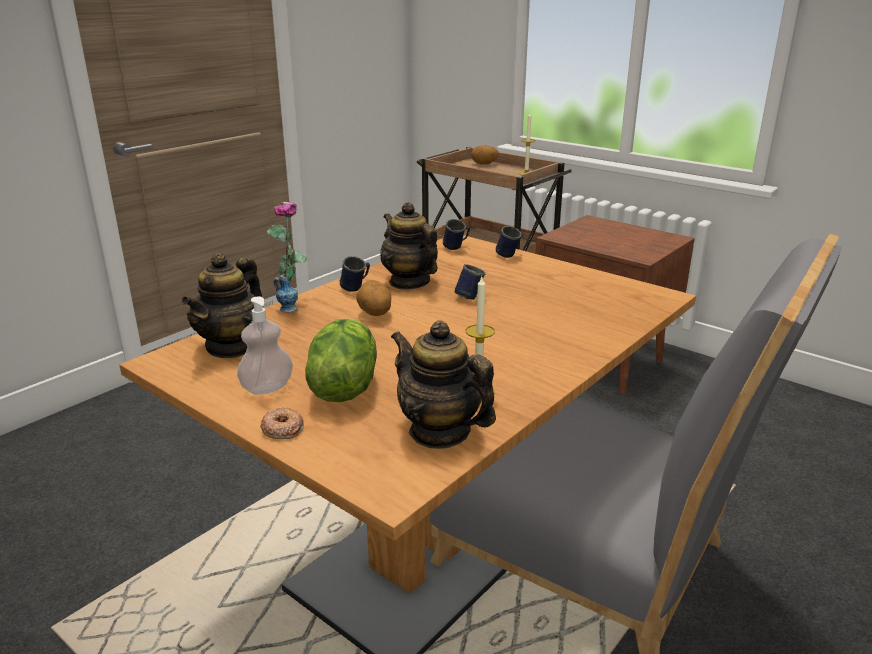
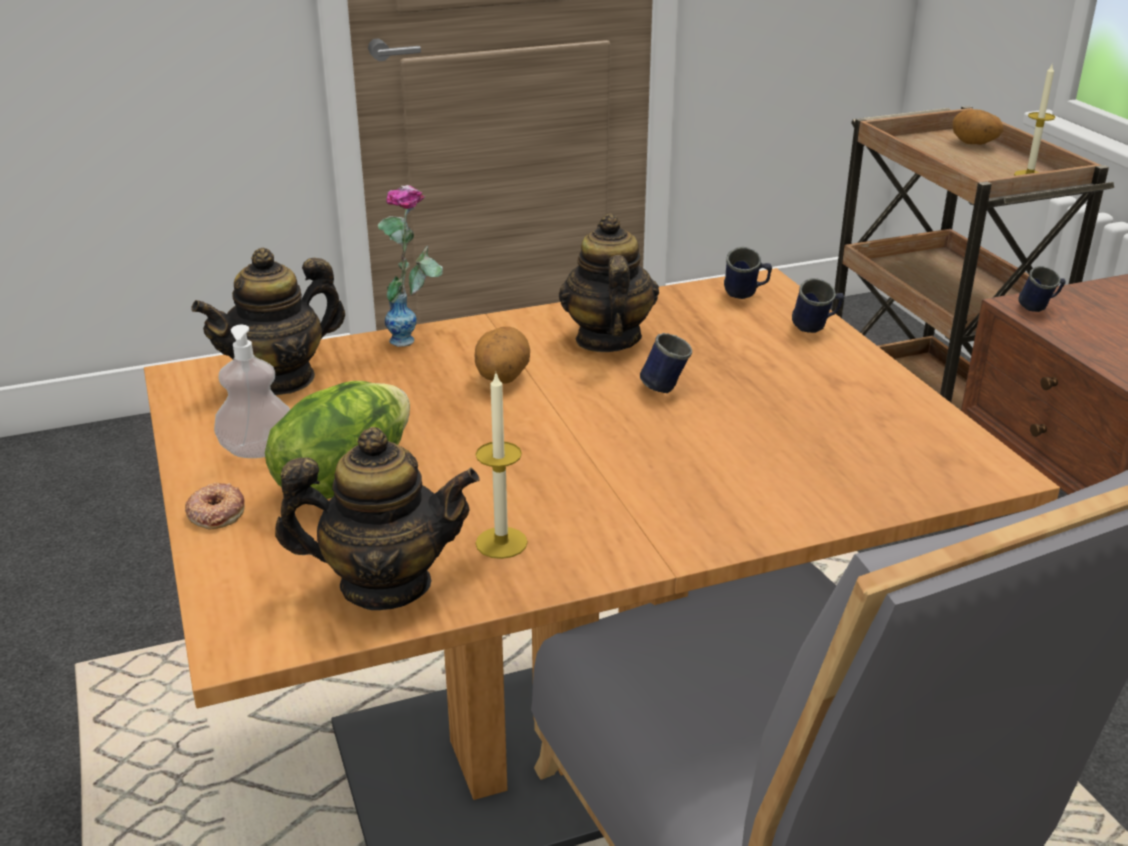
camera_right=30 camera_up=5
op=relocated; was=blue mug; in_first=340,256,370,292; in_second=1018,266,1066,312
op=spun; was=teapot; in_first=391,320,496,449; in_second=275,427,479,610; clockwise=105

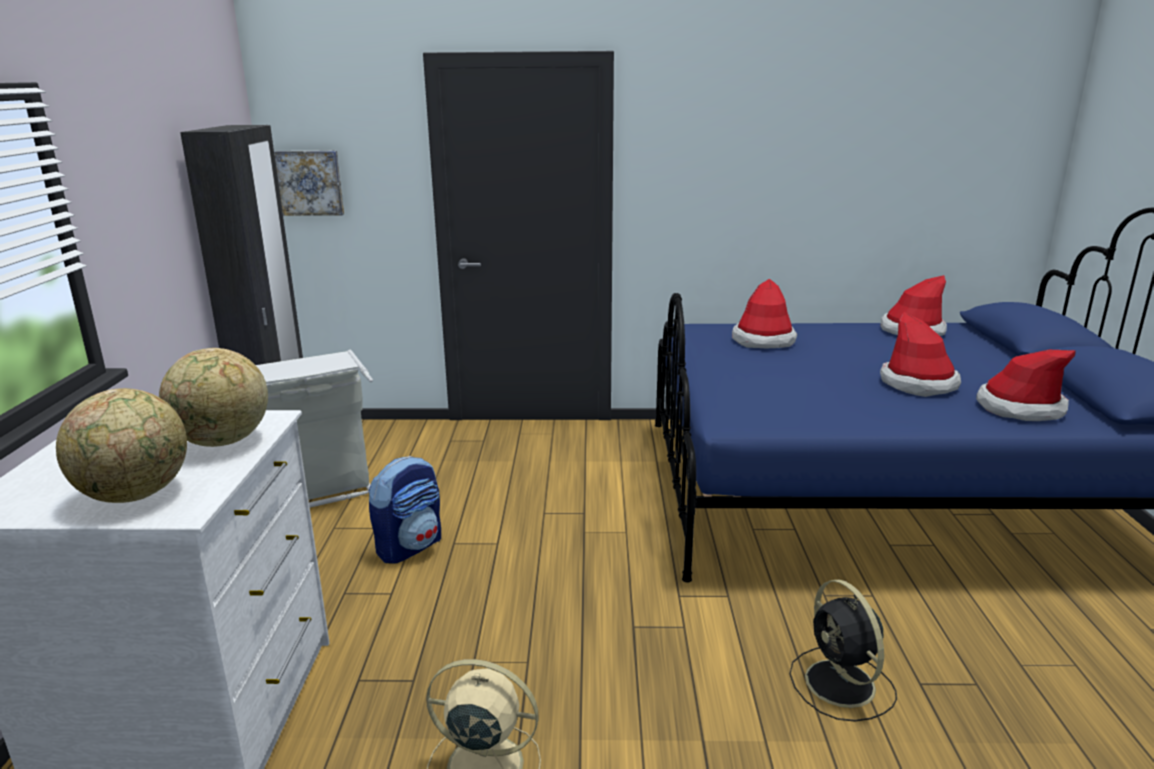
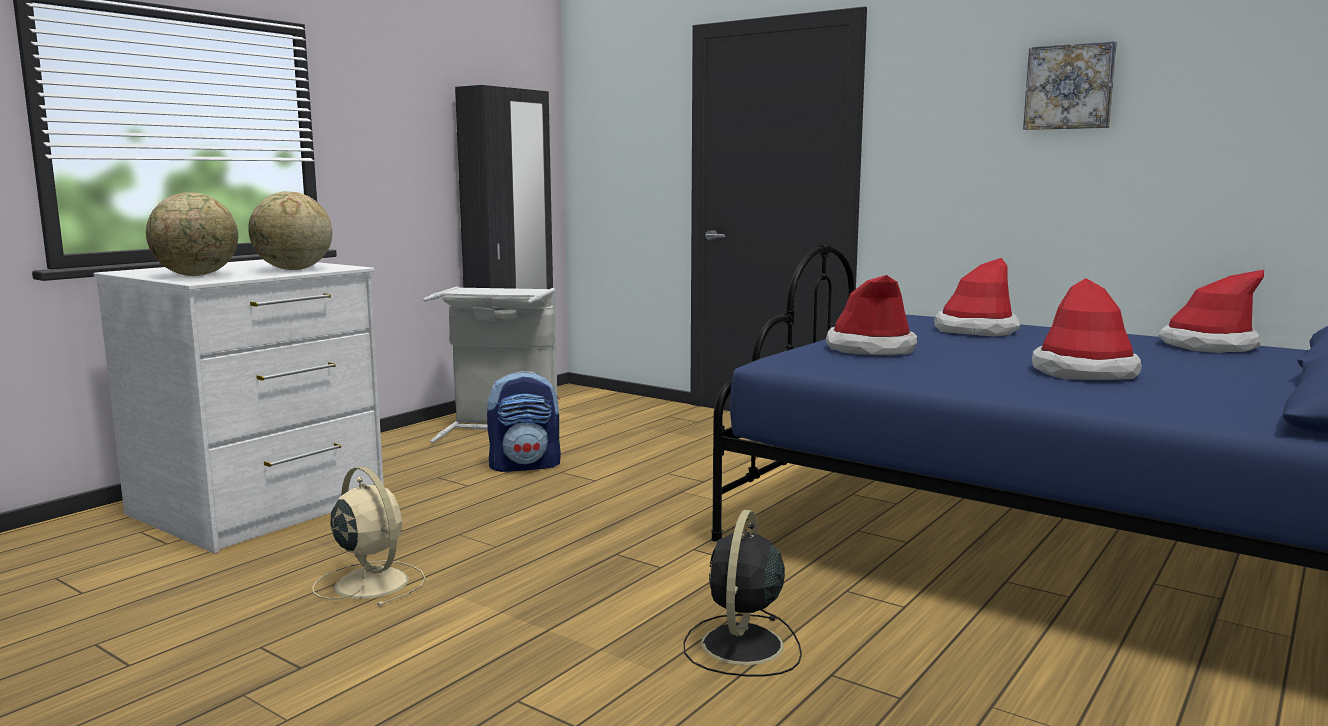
camera_right=35 camera_up=-10
op=relocated; was=picture; in_first=274,151,344,216; in_second=1023,41,1117,130
op=relocated; was=hat; in_first=976,350,1076,421; in_second=826,275,917,355

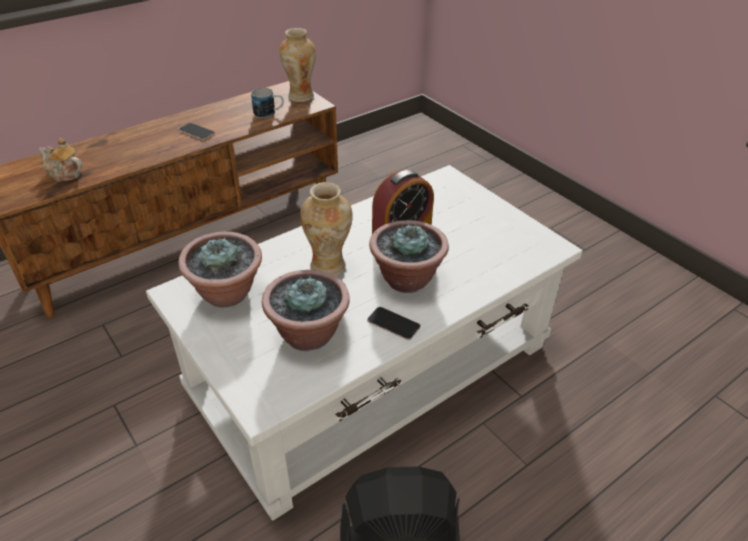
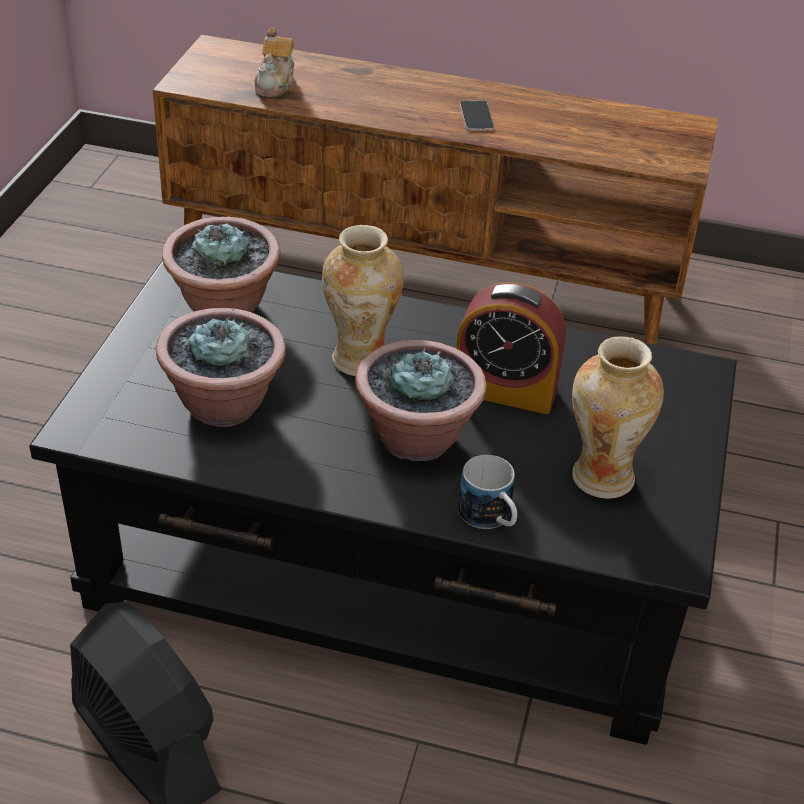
camera_right=50 camera_up=0
op=relocated; was=vase; in_first=279,28,316,102; in_second=572,336,664,499
op=relocated; was=mug; in_first=251,88,284,118; in_second=458,455,517,529
op=spun; was=teapot; in_first=39,138,82,182; in_second=254,27,296,97; clockwise=-150
op=colour; was=white coffee table; now=black coffee table; in_first=146,165,583,521; in_second=29,260,737,745
op=missing; was=phone; in_first=367,307,421,340

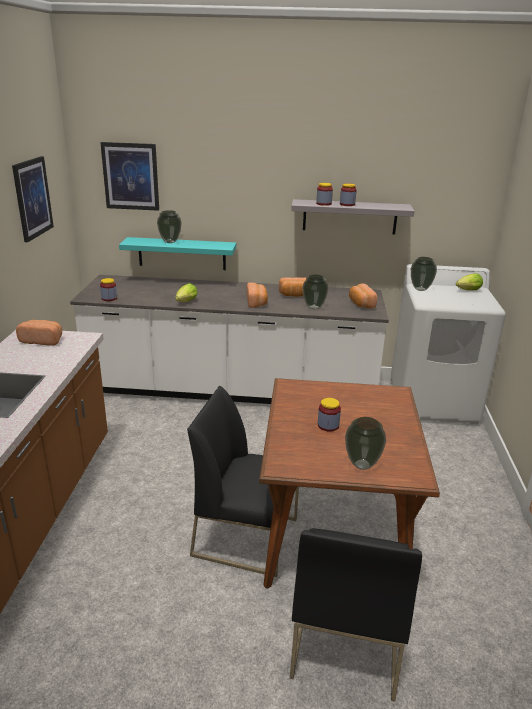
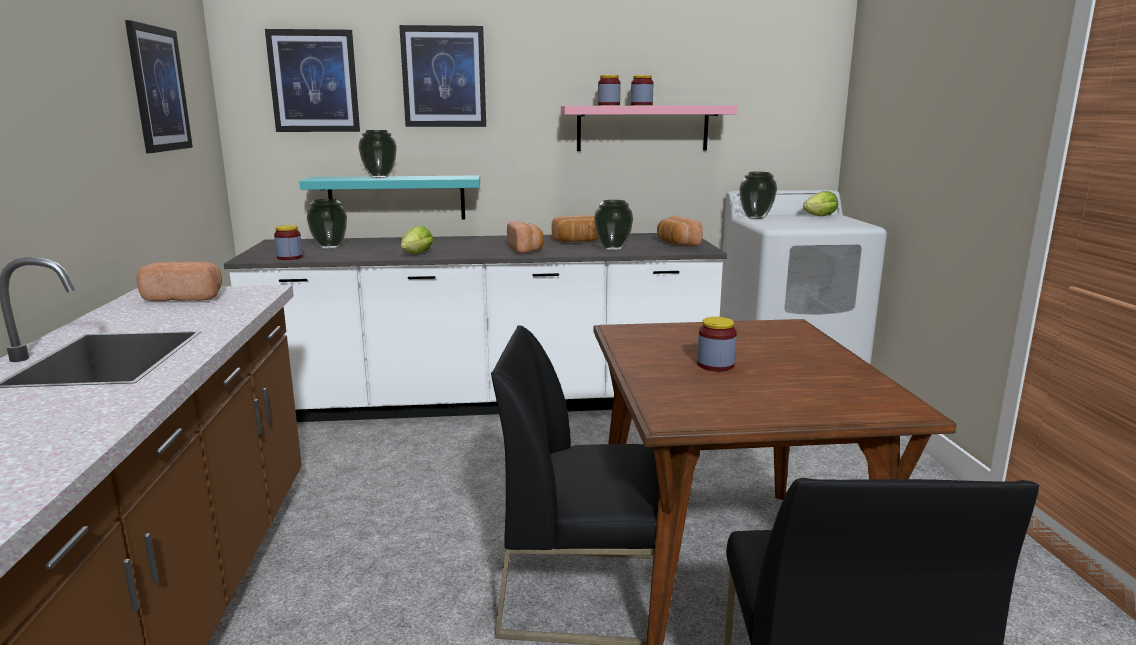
camera_right=-10 camera_up=-10
op=colour; was=grey shelf; now=pink shelf; in_first=291,199,414,235; in_second=561,106,738,151
op=relocated; was=vase; in_first=345,417,386,470; in_second=307,199,347,249
op=appeared; now=picture; in_second=399,25,486,127

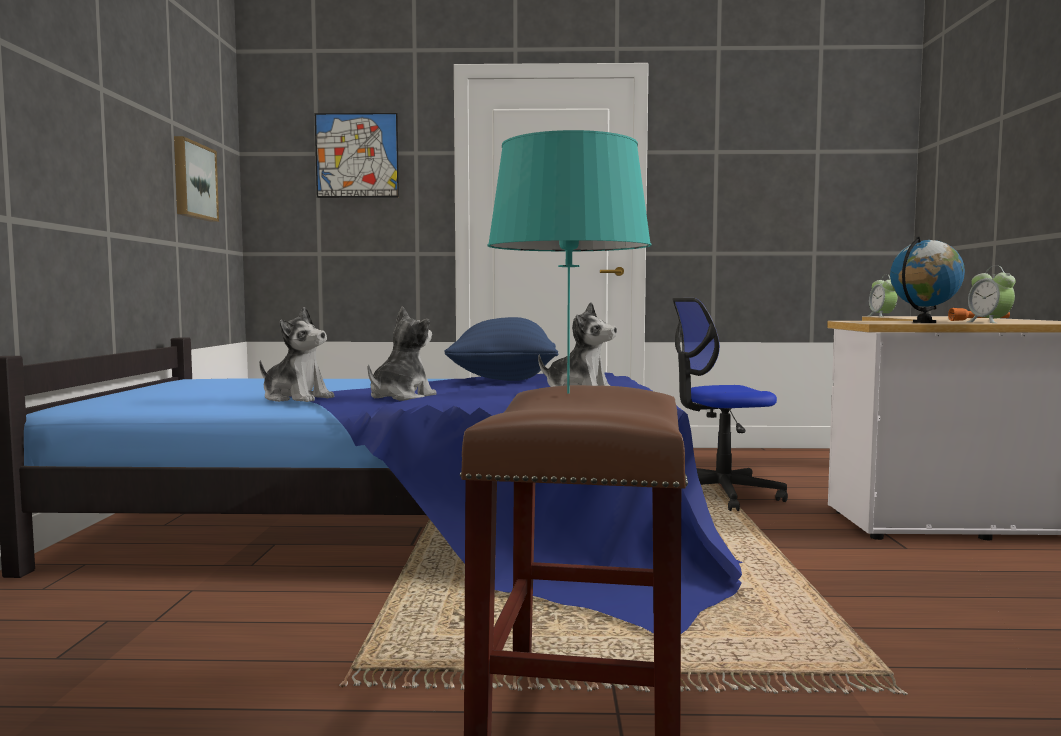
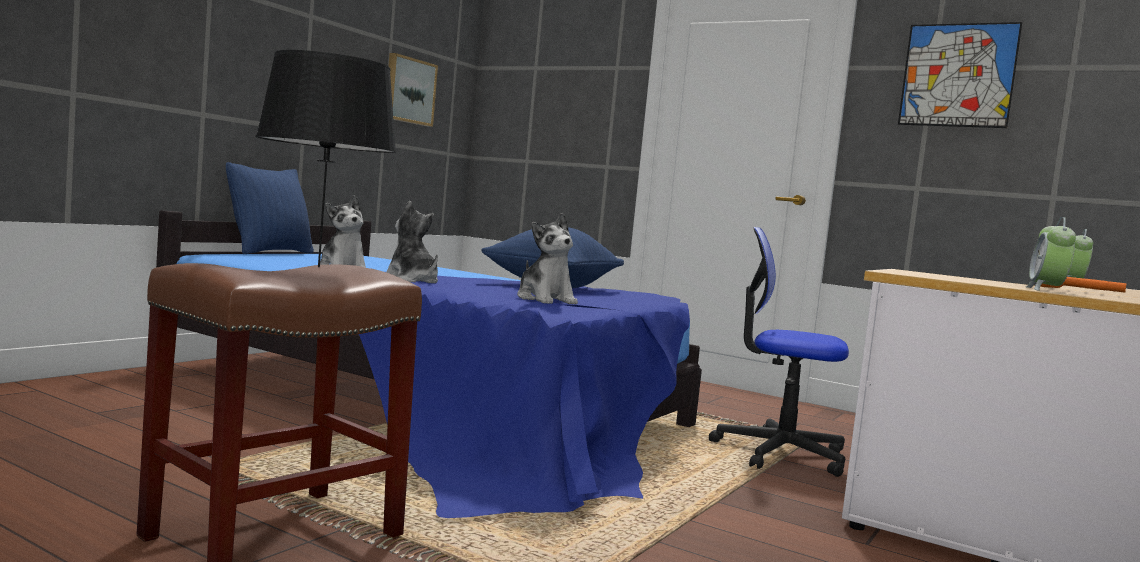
camera_right=30 camera_up=0
op=relocated; was=picture; in_first=315,113,399,198; in_second=898,22,1022,128
op=colour; was=turquoise table lamp; now=black table lamp; in_first=488,130,651,393; in_second=255,50,396,267
op=missing; was=globe; in_first=890,236,965,323
op=spun; was=plush toy; in_first=368,306,437,401; in_second=386,201,438,283; clockwise=-105
op=appeared; now=blue pillow; in_second=226,162,314,254

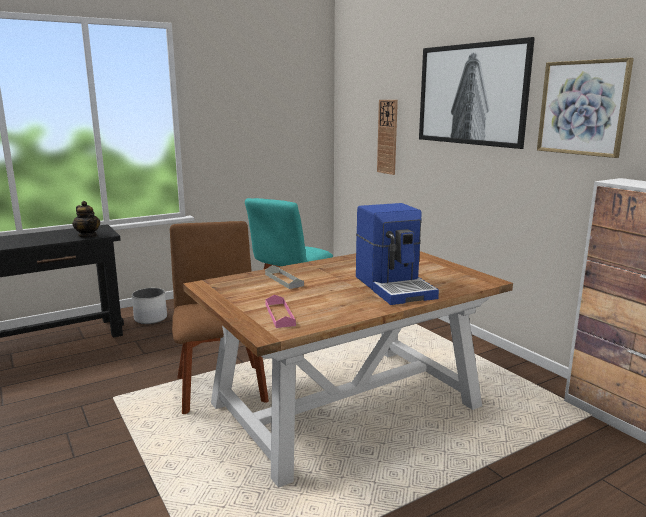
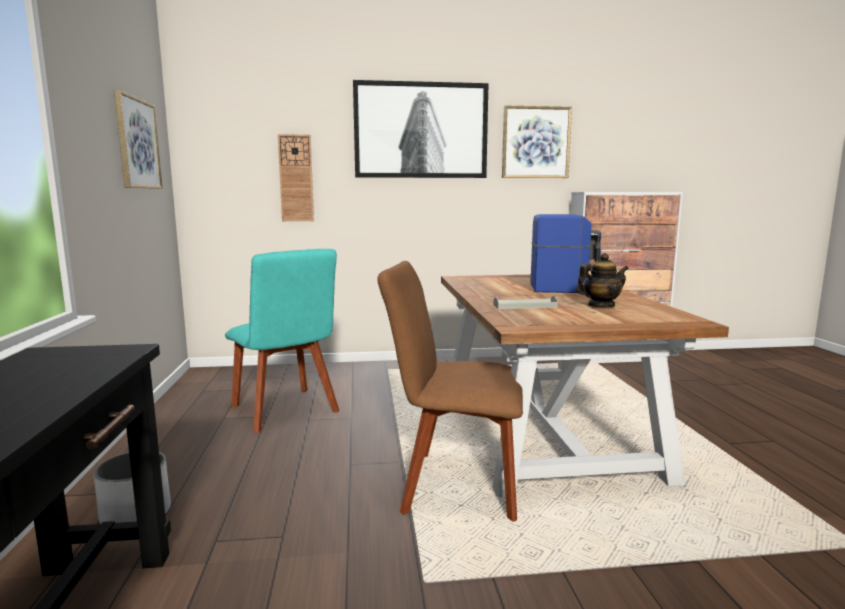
camera_right=-65 camera_up=-5
op=relocated; was=teapot; in_first=72,201,100,238; in_second=576,253,629,307
op=missing; was=pink tray; in_first=265,294,296,328
op=appeared; now=picture; in_second=114,89,163,189

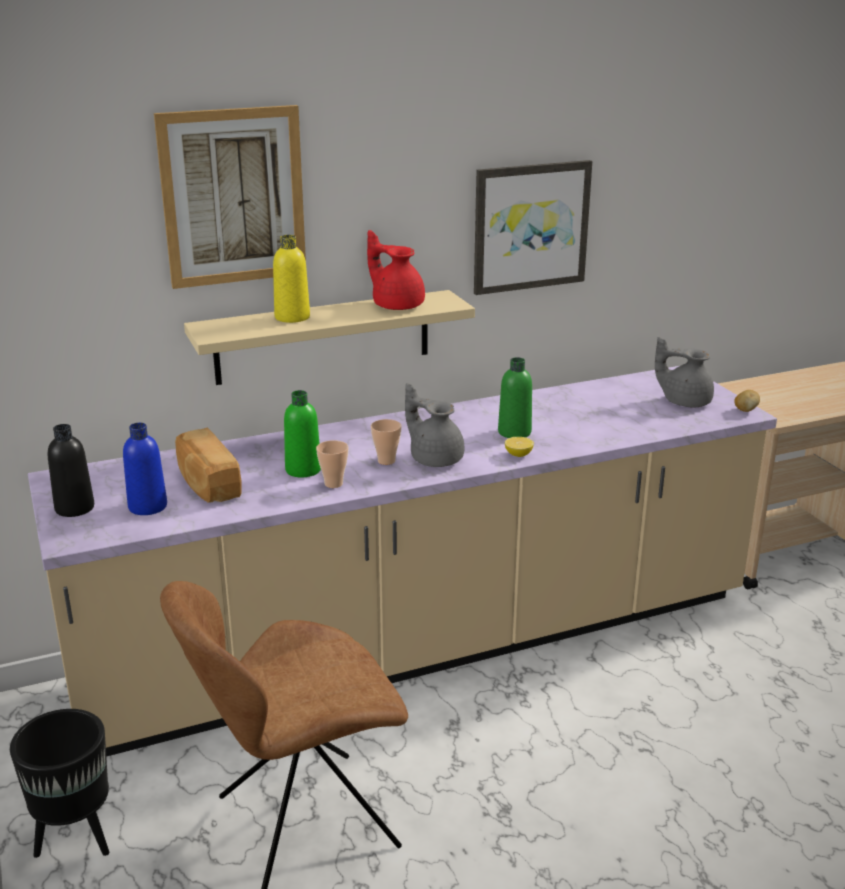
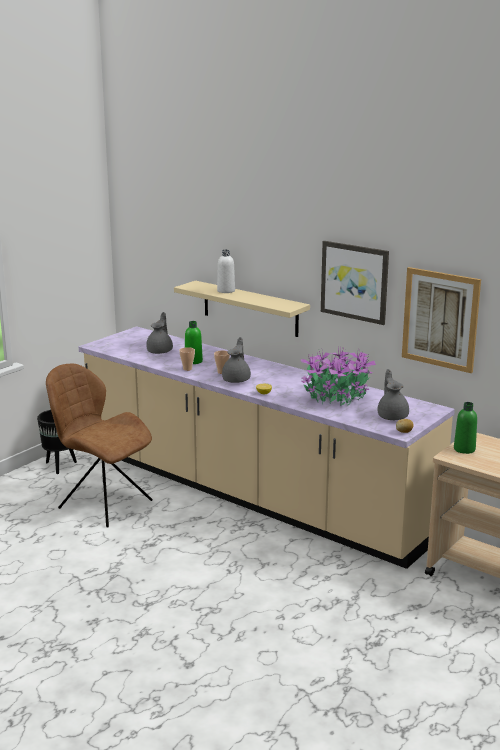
camera_right=60 camera_up=-5
op=relocated; was=picture; in_first=154,105,306,289; in_second=402,267,481,373
op=missing; was=red teapot; in_first=367,230,425,310
op=colour; was=yellow bottle; now=white bottle; in_first=273,235,310,323; in_second=217,250,235,293
op=relocated; was=green bottle; in_first=498,357,532,438; in_second=454,402,477,454
op=missing; was=blue bottle; in_first=123,423,167,515
op=missing; was=black bottle; in_first=48,424,94,517
op=exchanged; was=bread; now=grey teapot; in_first=175,427,242,503; in_second=146,312,173,354
op=appeared; now=potted plant; in_second=301,347,376,406

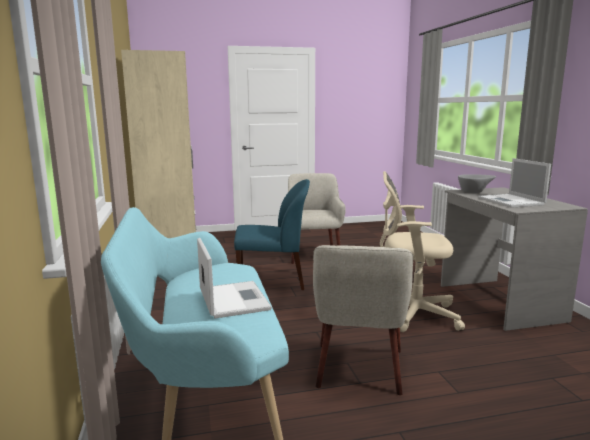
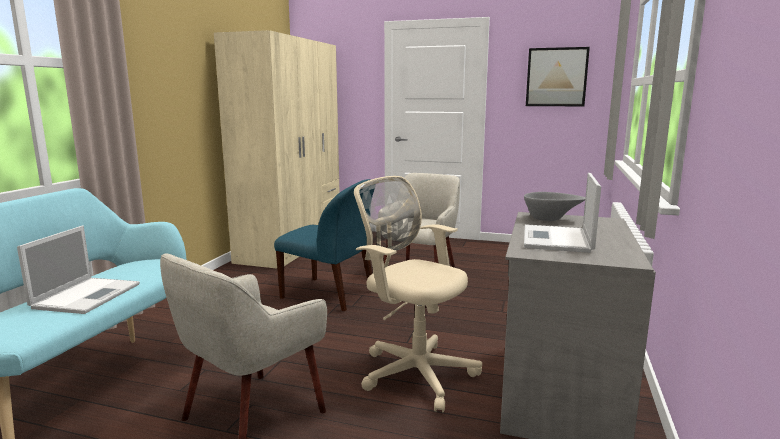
camera_right=30 camera_up=0
op=appeared; now=picture; in_second=526,47,590,106

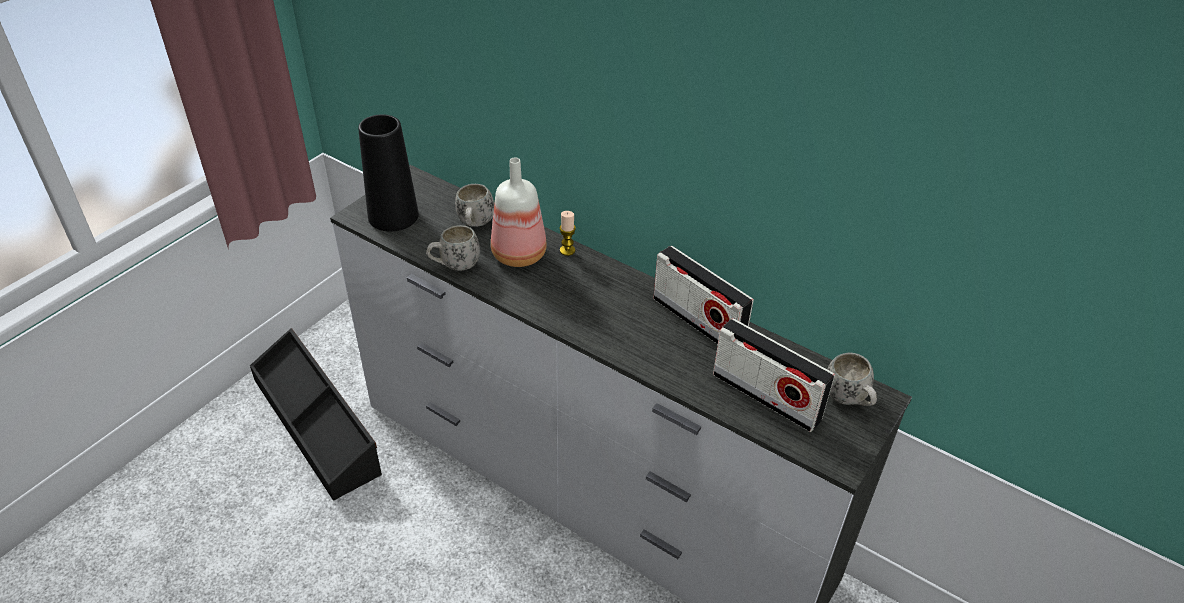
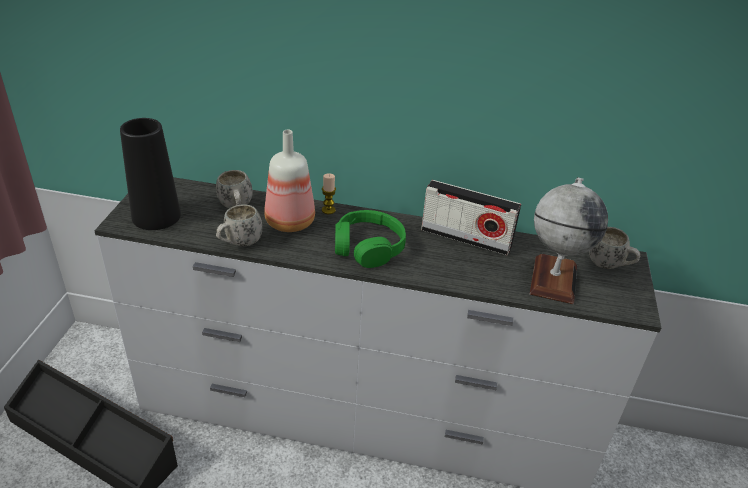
camera_right=-25 camera_up=-5
op=exchanged; was=radio; now=globe; in_first=713,318,835,432; in_second=530,177,608,304
op=appeared; now=green headphones; in_second=335,210,406,268

